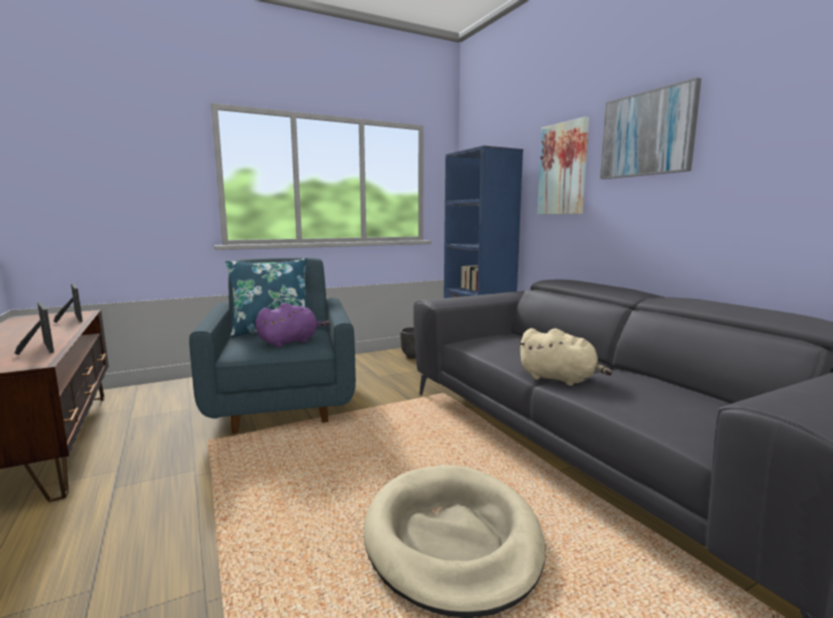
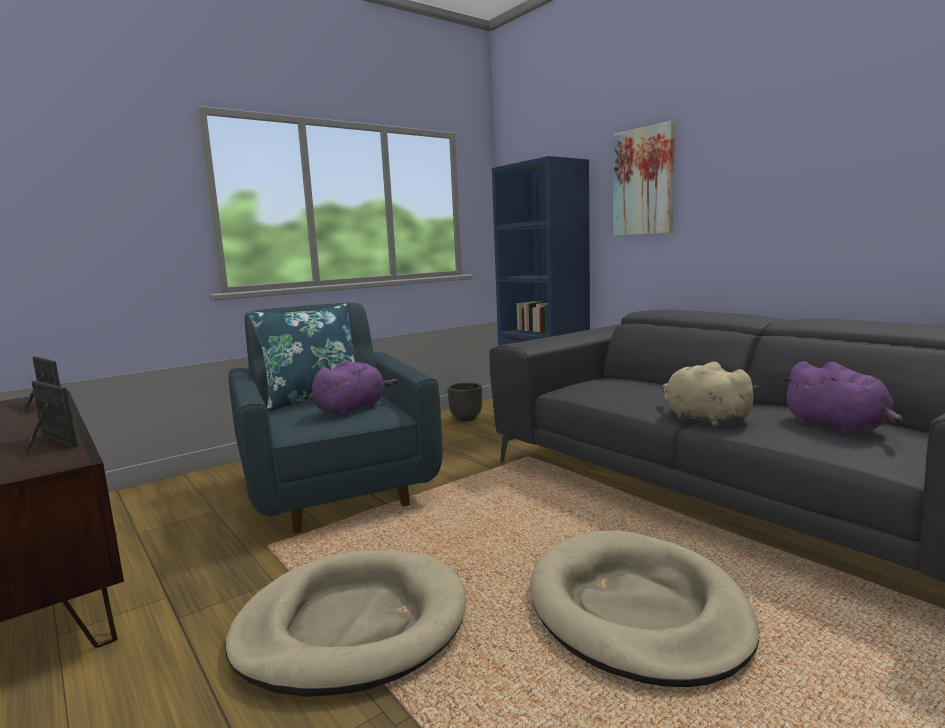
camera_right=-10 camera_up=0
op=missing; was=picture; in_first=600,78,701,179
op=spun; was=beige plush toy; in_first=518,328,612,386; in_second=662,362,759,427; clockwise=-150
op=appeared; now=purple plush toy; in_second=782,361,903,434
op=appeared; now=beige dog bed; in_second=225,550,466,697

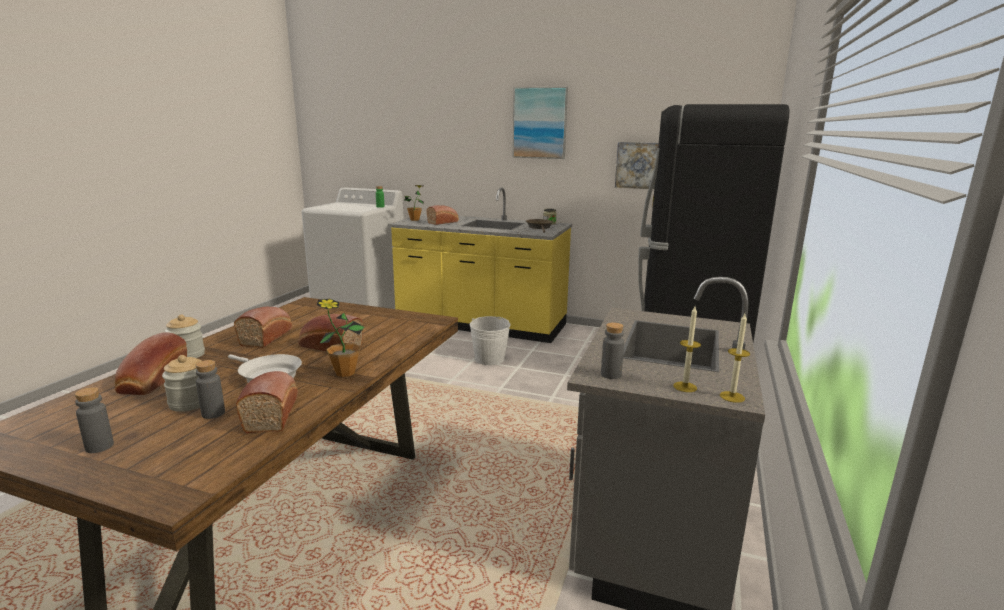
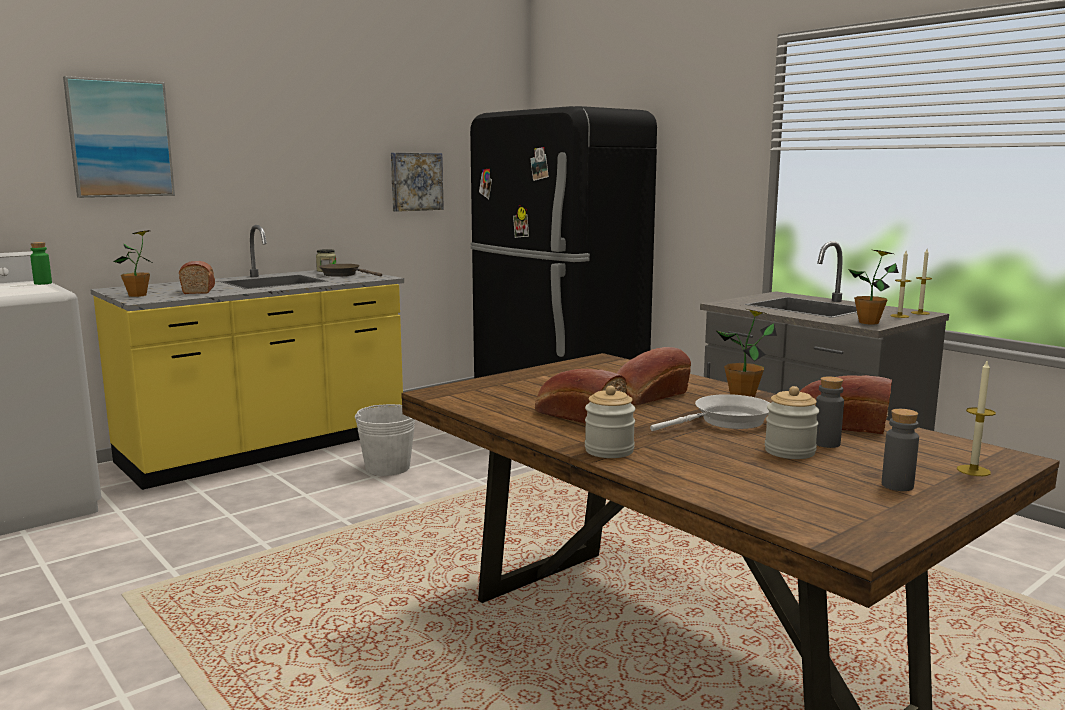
camera_right=-60 camera_up=-5
op=relocated; was=picture; in_first=512,87,568,159; in_second=63,76,175,198
op=exchanged; was=grey bottle; now=potted plant; in_first=601,322,624,379; in_second=848,250,899,325
op=missing; was=bread; in_first=115,332,187,395
op=appeared; now=candle; in_second=957,361,996,476

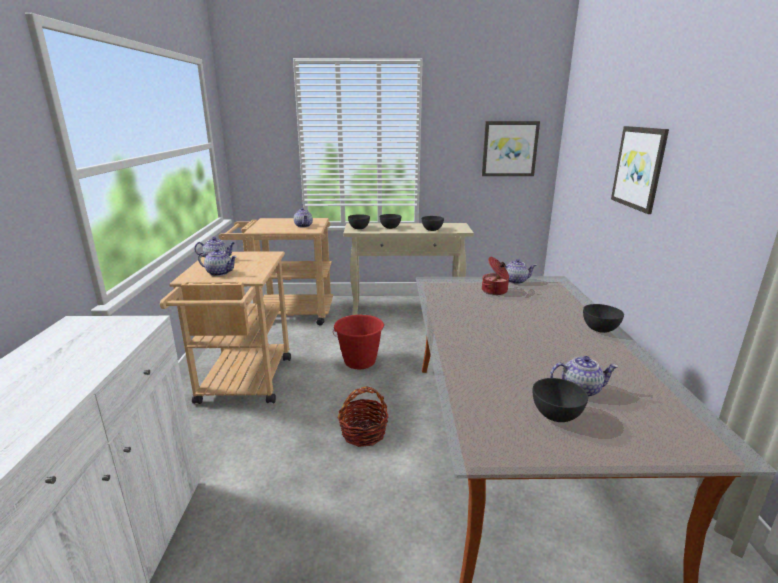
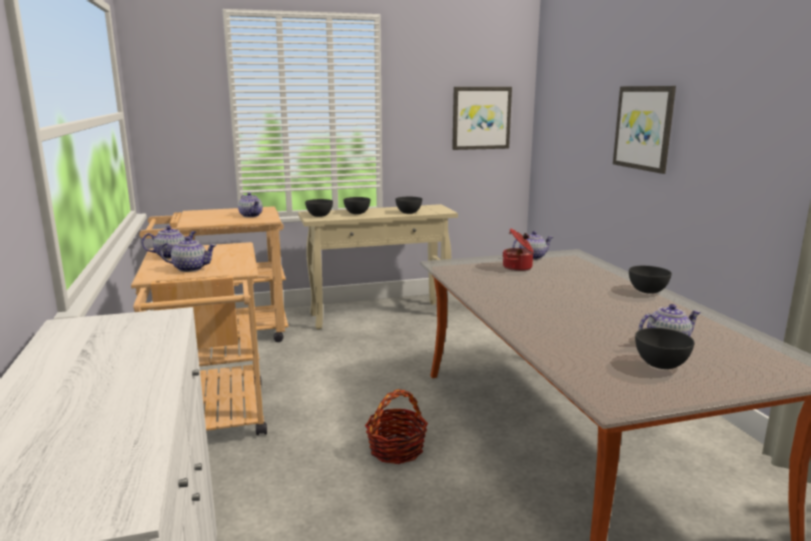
camera_right=-15 camera_up=-5
op=missing; was=red bucket; in_first=333,315,384,369

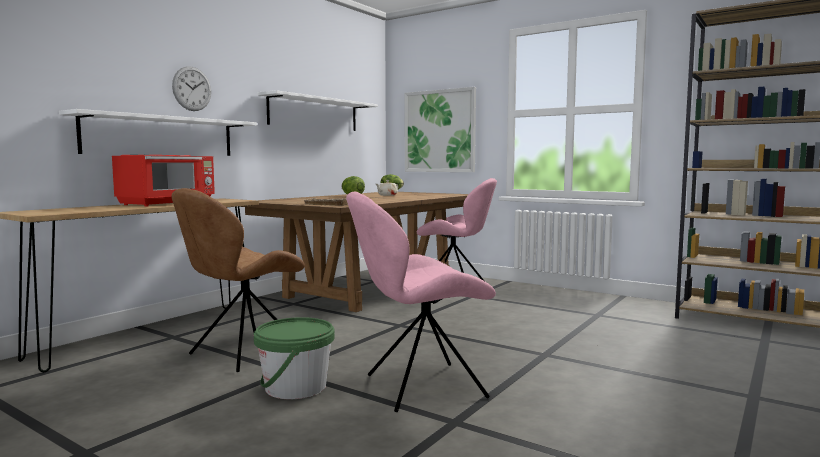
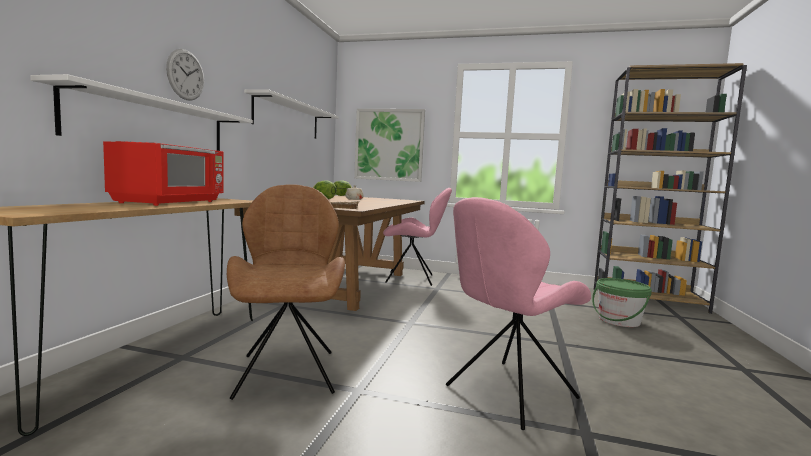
camera_right=-20 camera_up=0
op=spun; was=brown chair; in_first=172,188,305,372; in_second=227,184,345,400; clockwise=150
op=relocated; was=green bucket; in_first=254,317,335,399; in_second=592,278,652,327

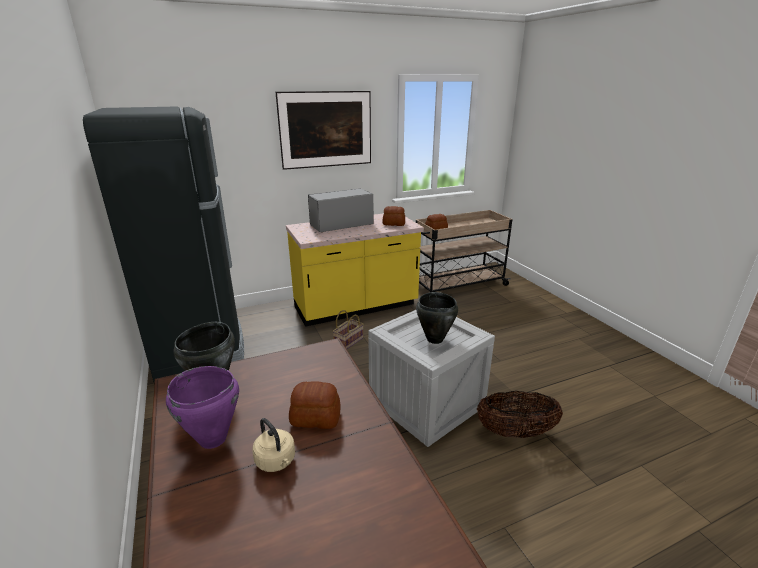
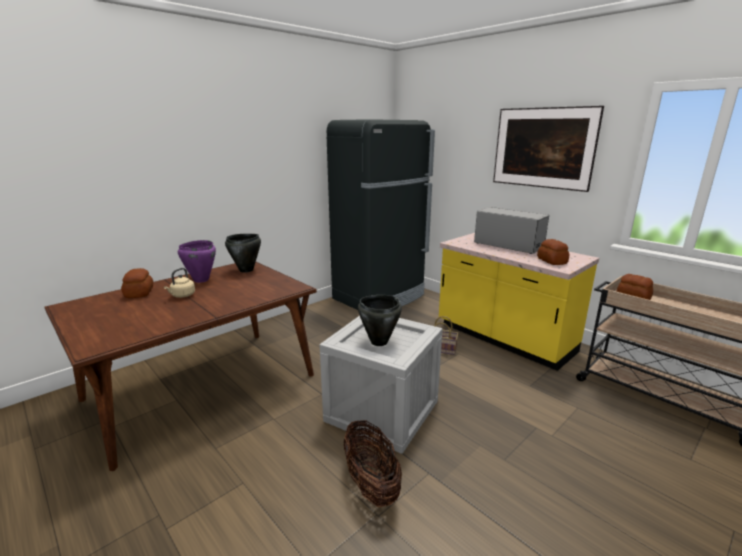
camera_right=70 camera_up=-5
op=relocated; was=bread; in_first=289,381,341,429; in_second=121,268,153,298

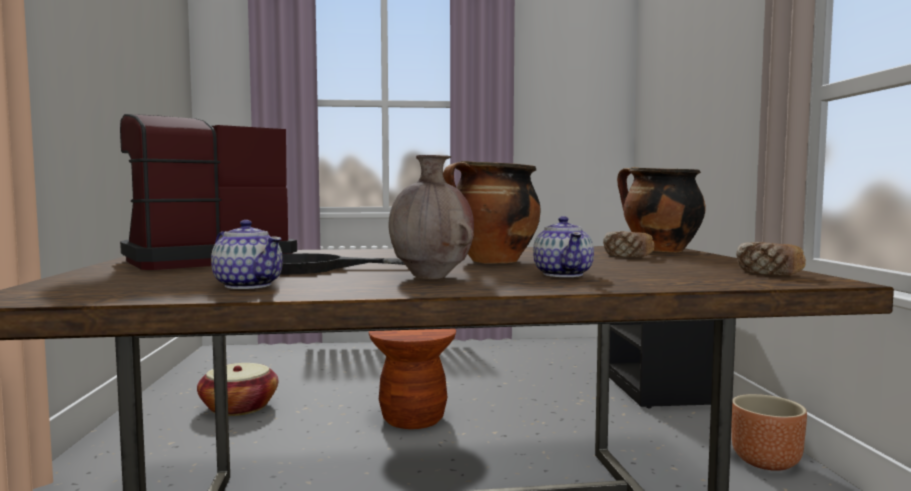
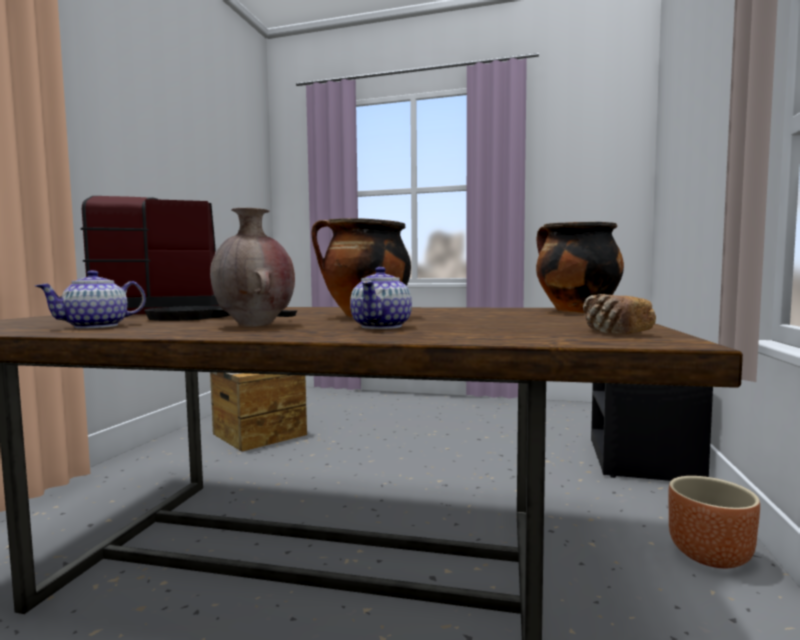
camera_right=20 camera_up=0
op=spun; was=teapot; in_first=211,220,283,289; in_second=35,270,146,329; clockwise=75
op=missing; was=bread; in_first=603,231,654,257
op=missing; was=brown stool; in_first=369,329,456,429
op=exchanged; was=basket; now=crate; in_first=197,363,278,416; in_second=210,372,307,452

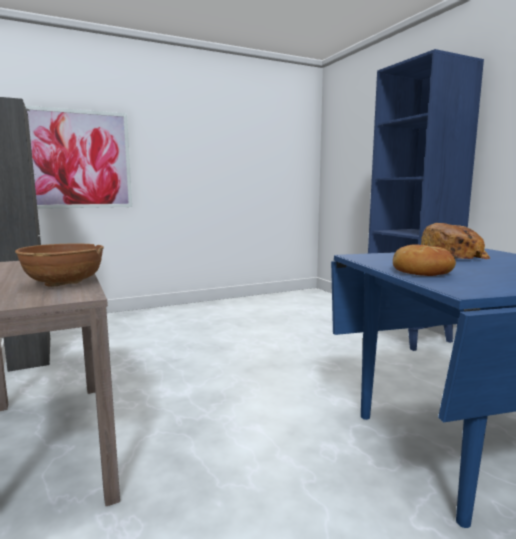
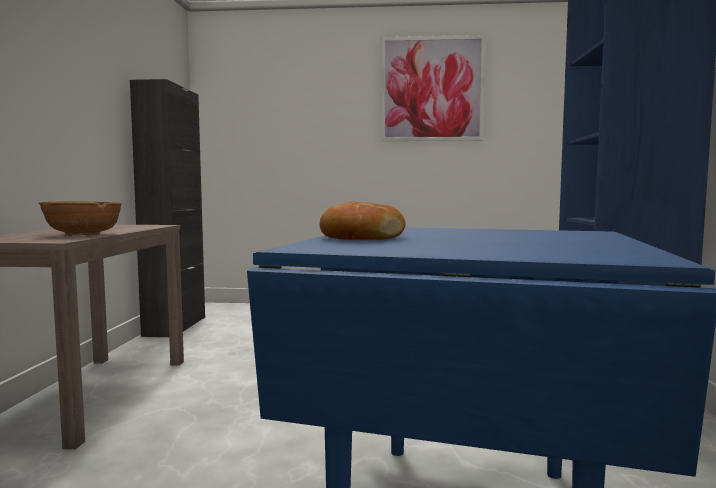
camera_right=30 camera_up=-5
op=relocated; was=picture; in_first=25,106,132,209; in_second=381,35,486,141
op=missing; was=bread; in_first=421,223,490,259

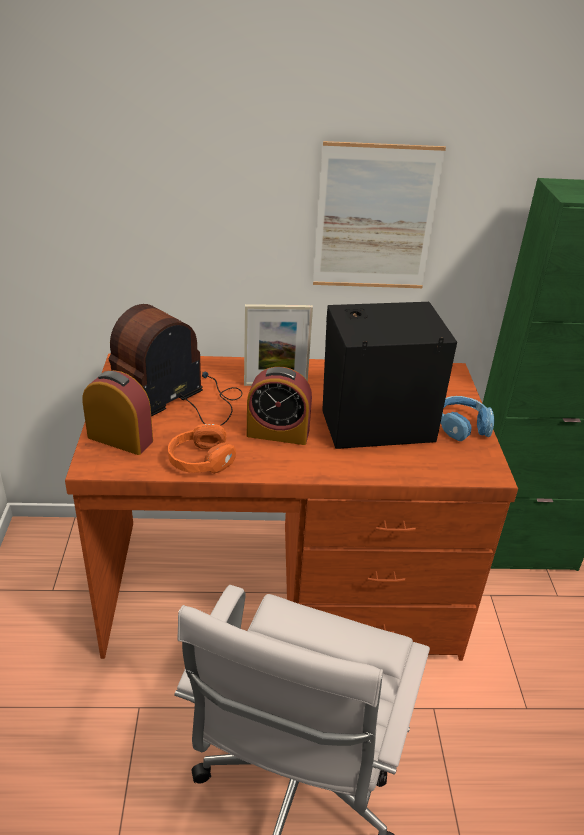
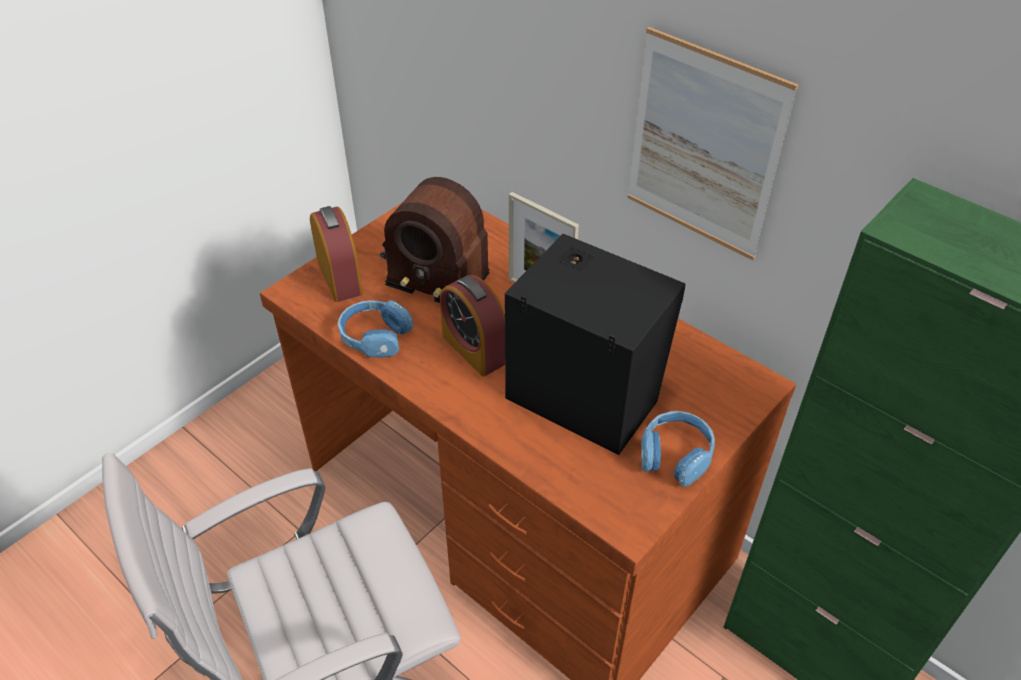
camera_right=45 camera_up=10
op=spun; was=radio; in_first=109,304,243,426; in_second=380,177,490,303; clockwise=-150
op=colour; was=orange headphones; now=blue headphones; in_first=168,424,236,474; in_second=338,300,413,358

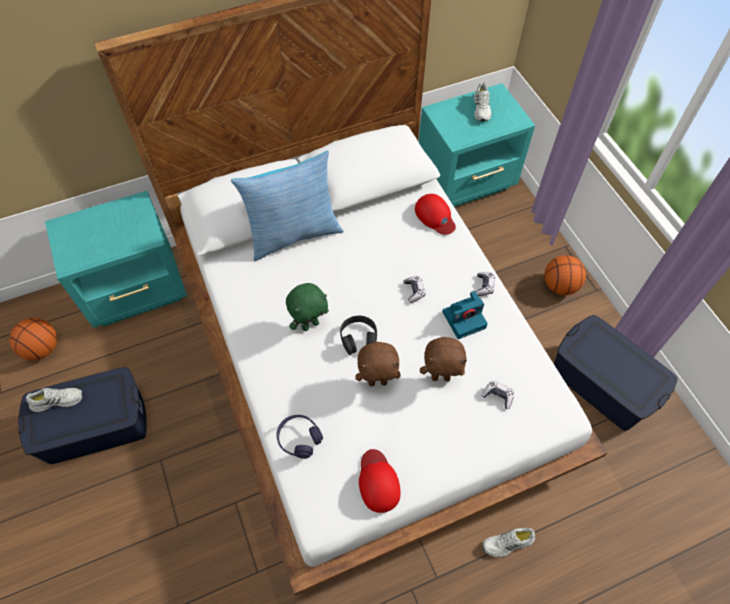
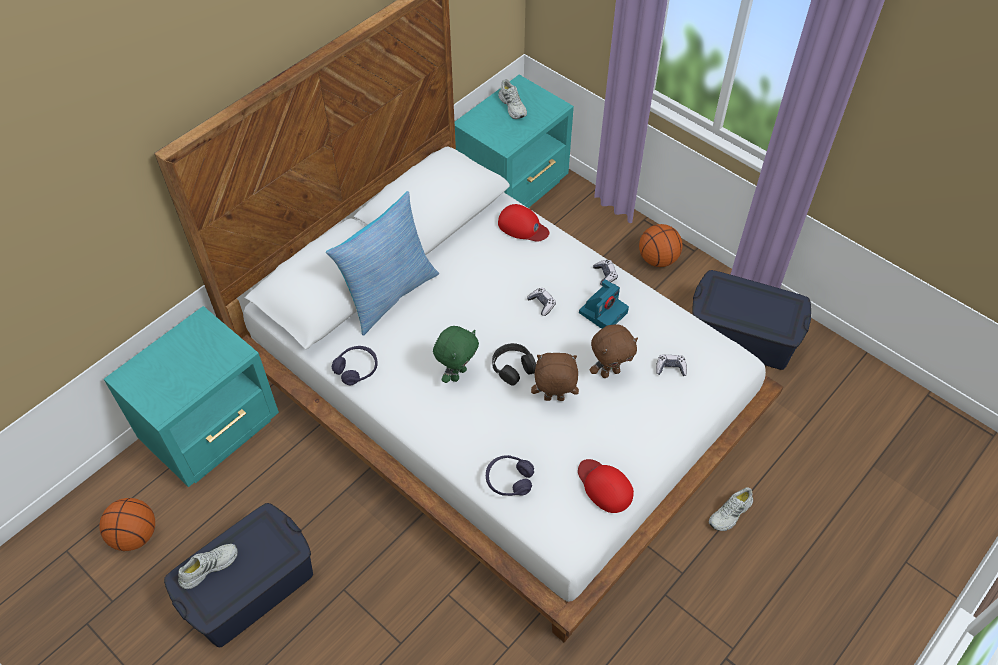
camera_right=-25 camera_up=-5
op=spun; was=brown plush toy; in_first=355,342,401,386; in_second=531,353,579,401; clockwise=-150
op=appeared; now=purple headphones; in_second=332,346,378,385

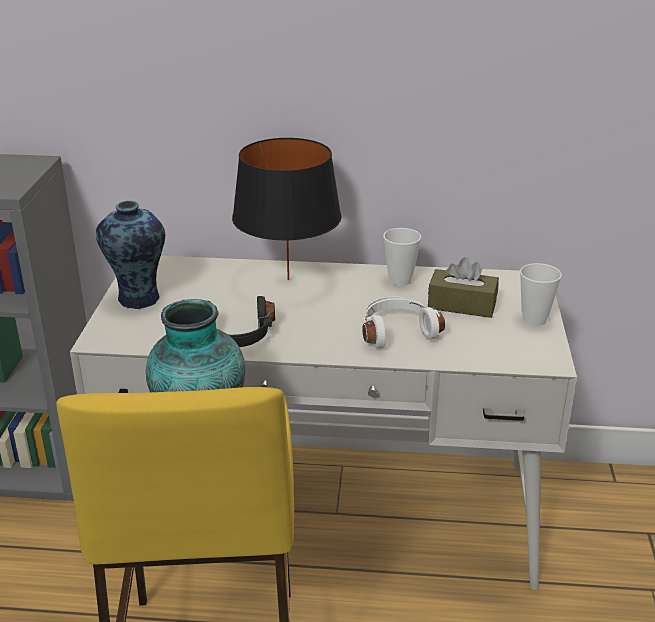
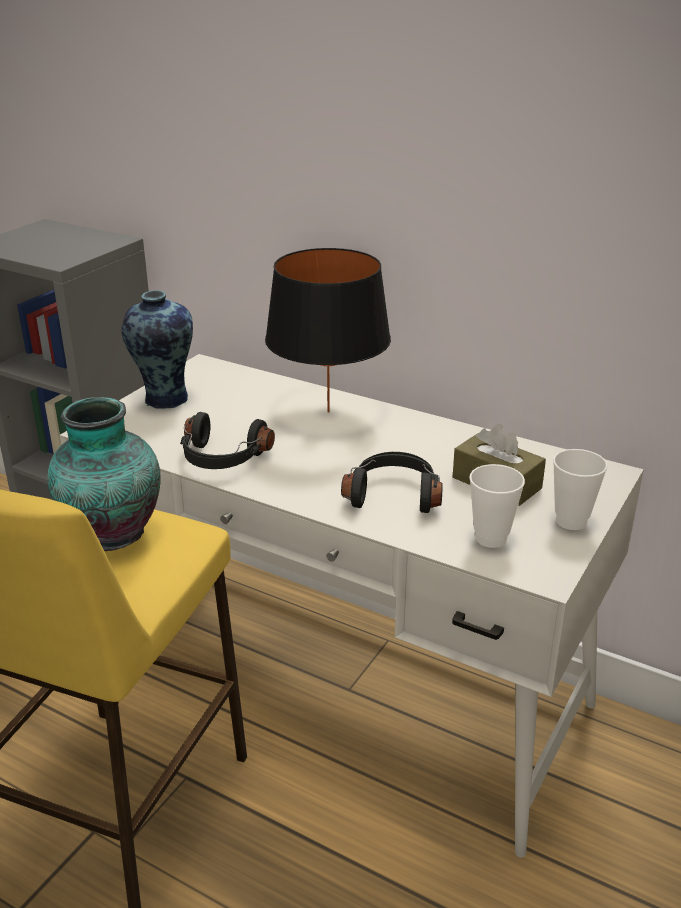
camera_right=25 camera_up=0
op=relocated; was=cup; in_first=383,228,421,286; in_second=469,464,525,548
op=colour; was=white headphones; now=black headphones; in_first=362,297,445,348; in_second=341,452,443,513

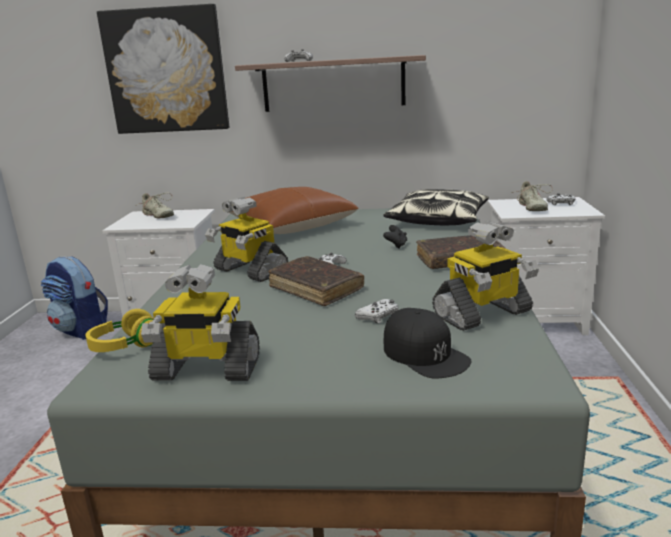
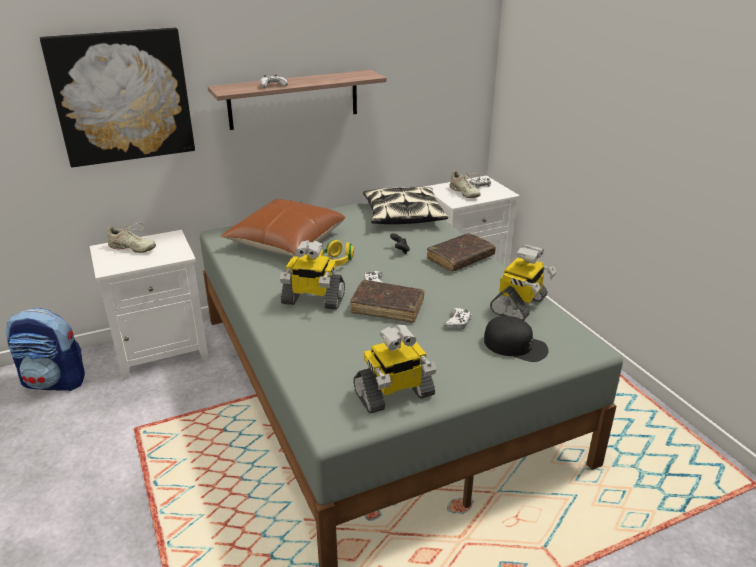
camera_right=-30 camera_up=10
op=relocated; was=yellow headphones; in_first=85,309,154,352; in_second=319,240,354,266

